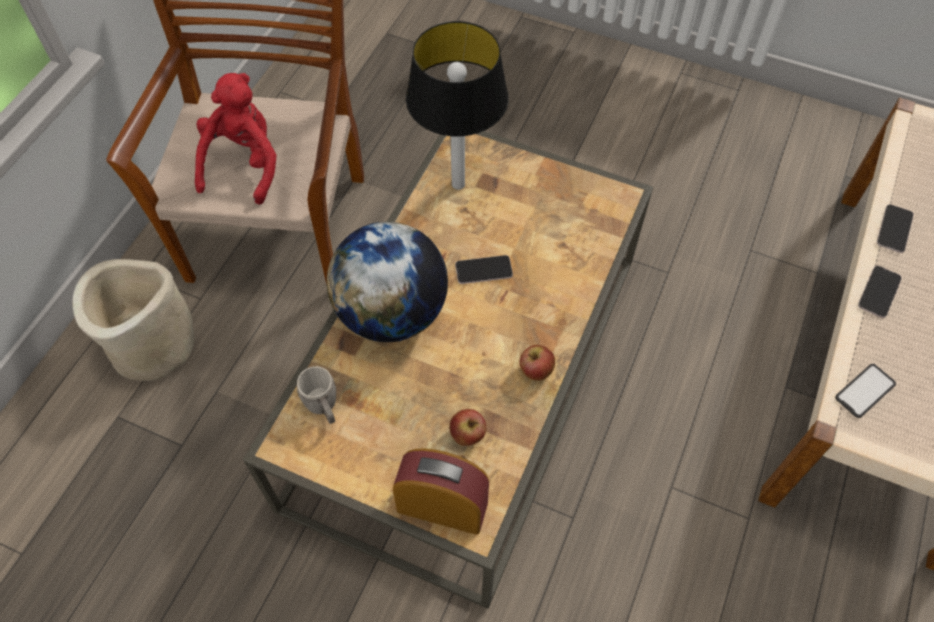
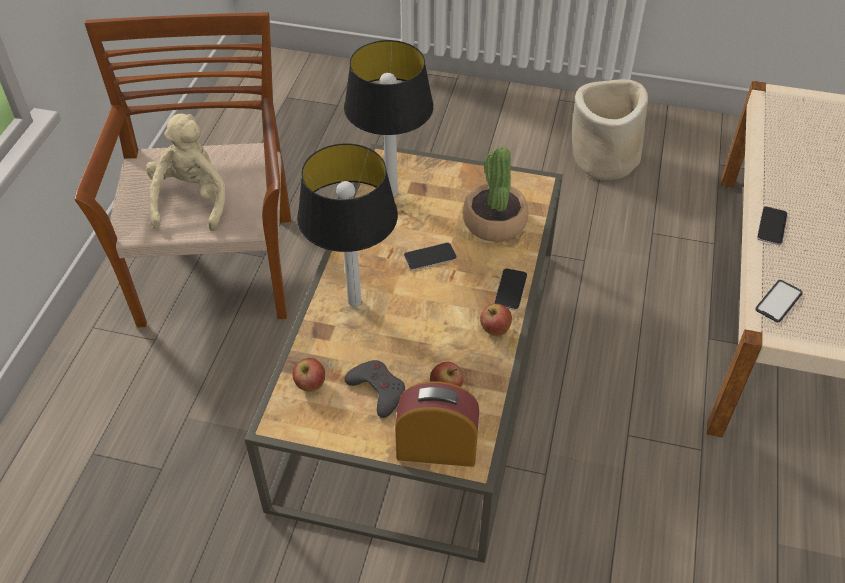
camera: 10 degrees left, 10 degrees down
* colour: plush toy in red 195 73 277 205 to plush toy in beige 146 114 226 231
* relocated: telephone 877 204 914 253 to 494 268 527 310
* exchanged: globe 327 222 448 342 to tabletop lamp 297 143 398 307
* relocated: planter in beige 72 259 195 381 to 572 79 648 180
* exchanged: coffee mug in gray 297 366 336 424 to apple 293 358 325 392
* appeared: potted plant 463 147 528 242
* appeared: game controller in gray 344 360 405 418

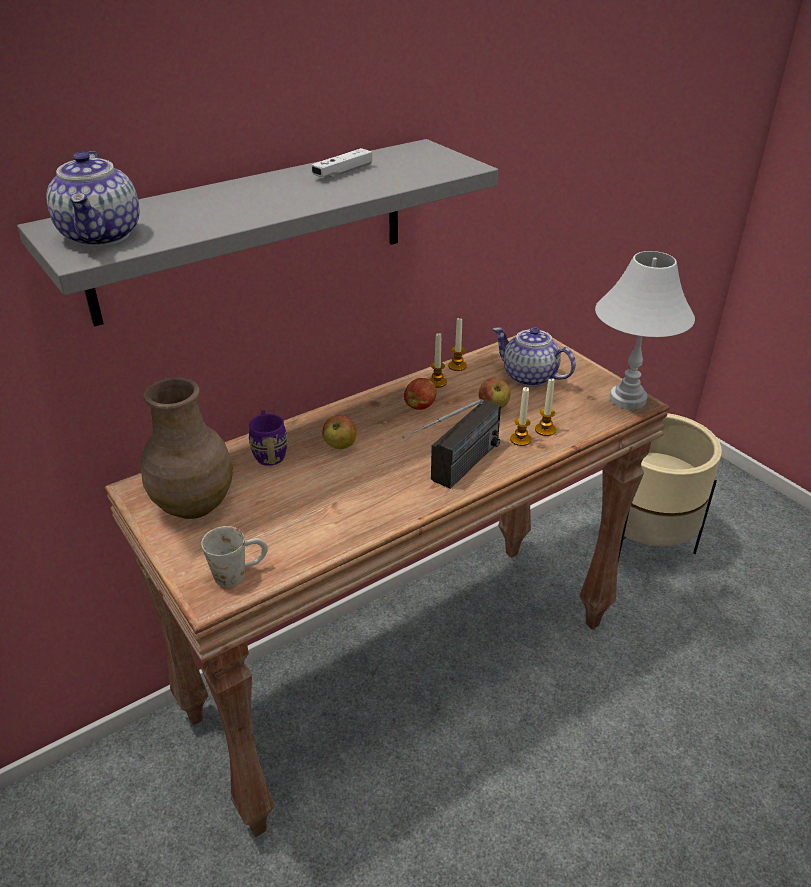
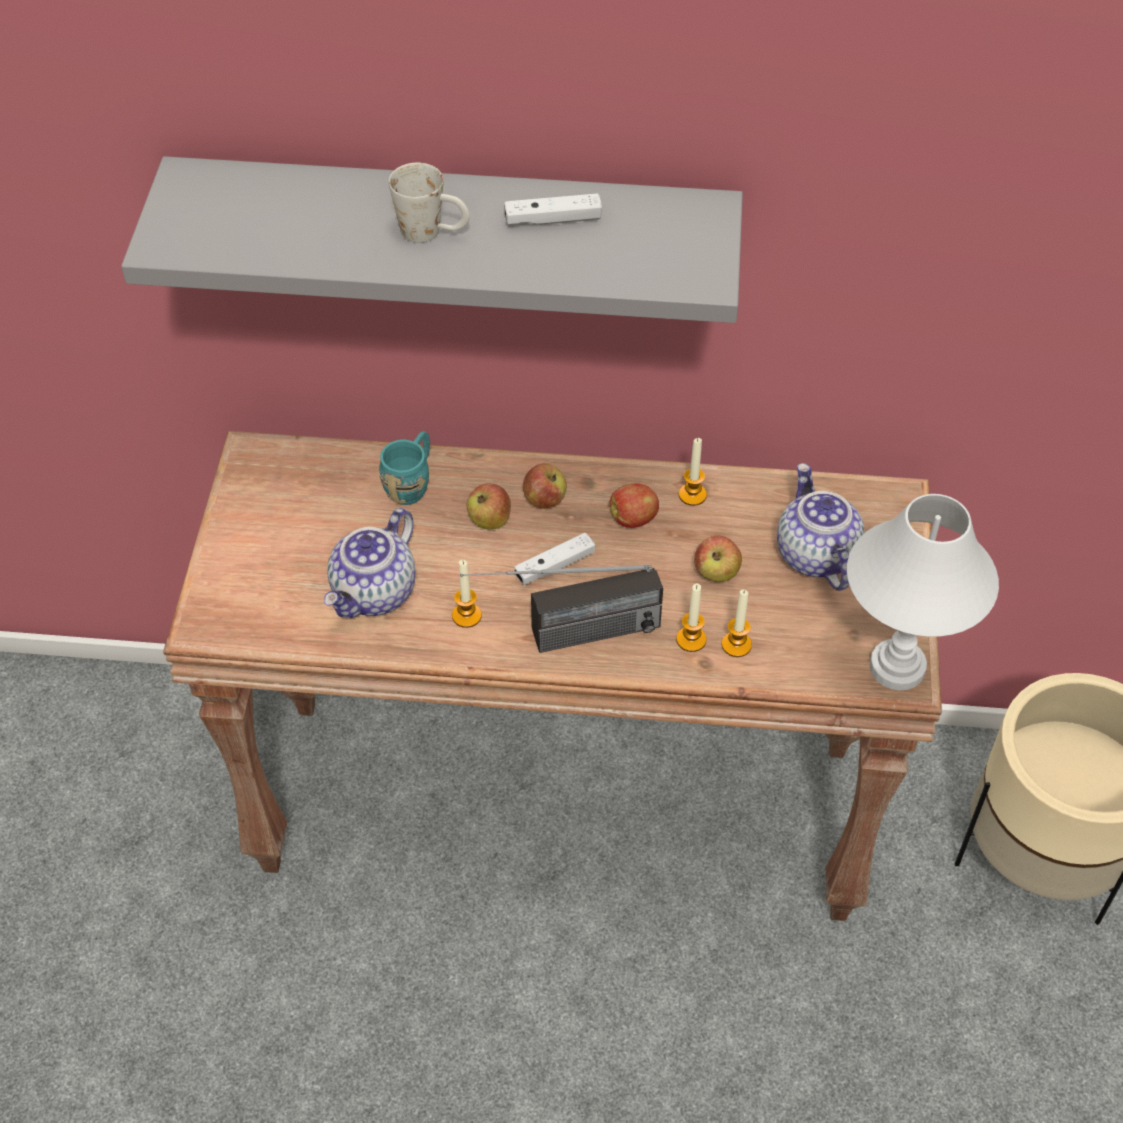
camera: 40 degrees right, 15 degrees up
* relocated: tea pot 46 151 140 246 to 324 508 416 618
* relocated: wax light 448 317 467 371 to 452 560 482 628
* missing: decorative vase in brown 141 377 233 519
* colour: coffee mug in purplish 249 410 288 466 to coffee mug in turquoise 379 431 430 505
* relocated: coffee mug in white-coloured 201 526 268 587 to 389 163 470 243
* appeared: apple 523 463 567 509
* appeared: game controller in white-coloured 514 533 595 585

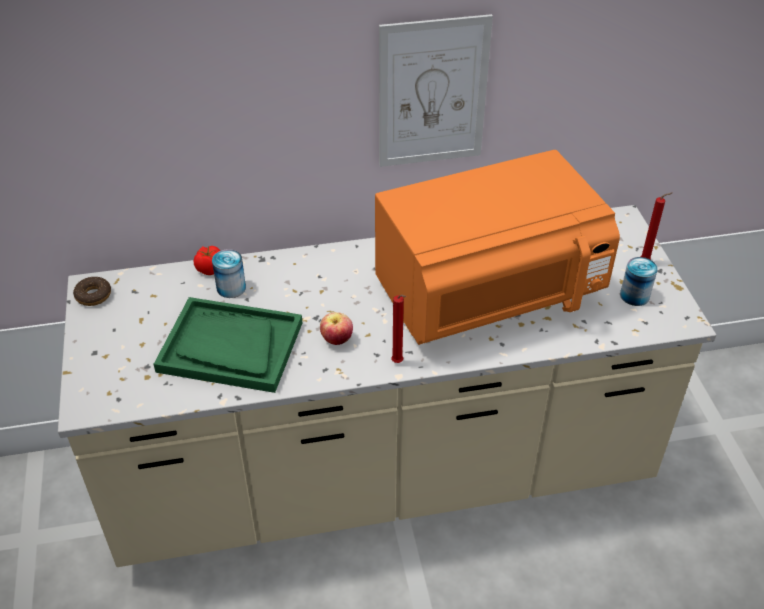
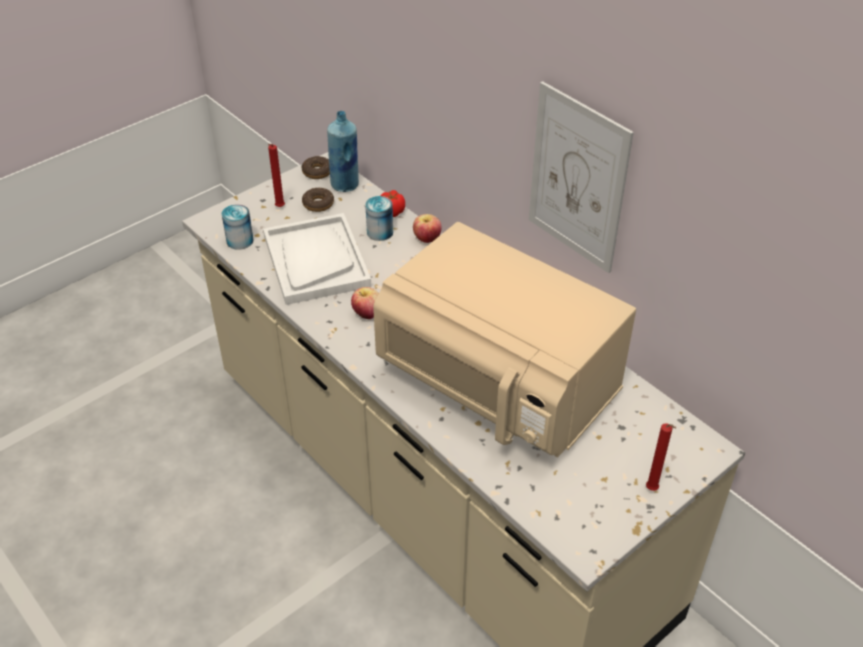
camera: 60 degrees right, 0 degrees up
* colour: microwave in orange-coloured 375 150 620 345 to microwave in beige 373 222 636 457
* relocated: can 620 257 658 306 to 222 204 254 250
* relocated: wax light in red 391 295 406 363 to 268 144 285 207
* colour: tray in greenish 153 297 302 393 to tray in white-coloured 263 213 371 305
* appeared: drink bottle in blue 327 111 359 192
* appeared: doughnut 302 188 334 212
* appeared: apple 413 214 442 243

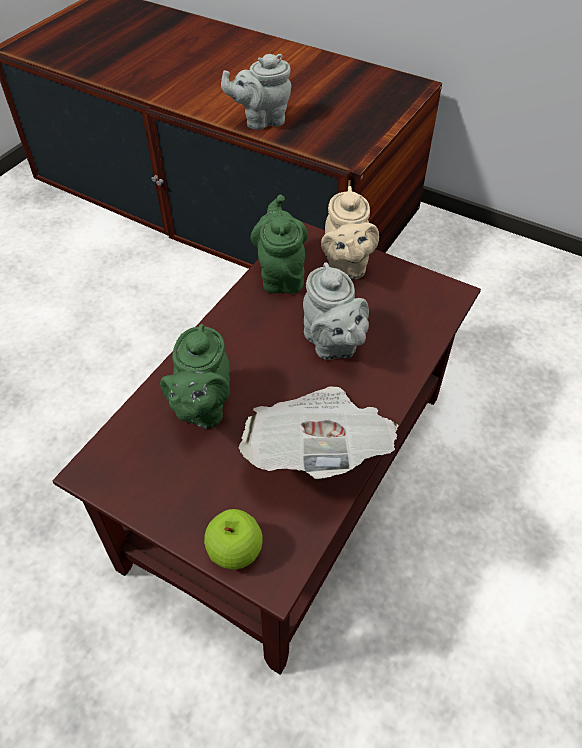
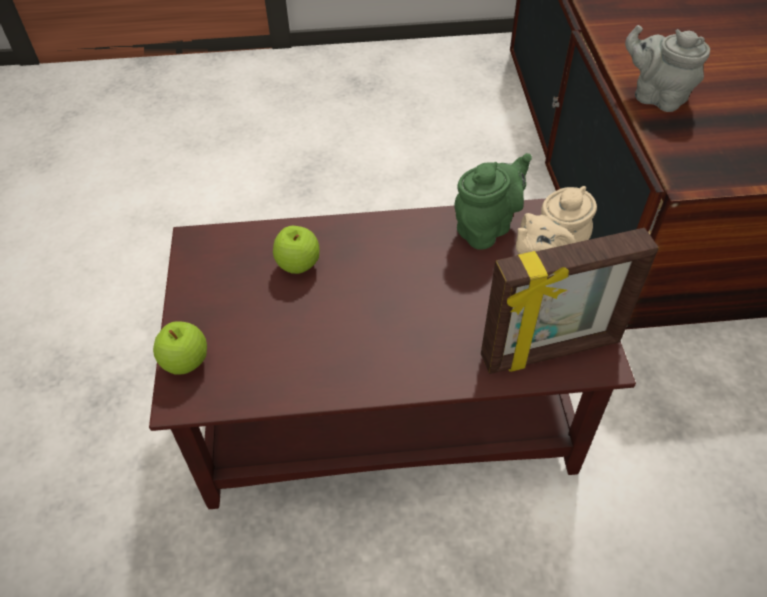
camera: 55 degrees right, 0 degrees up
* missing: tea pot in gray 303 262 369 360
* exchanged: tea pot in greenish 160 324 230 429 to apple 273 226 319 274
* missing: printed paper 239 387 398 479
* appeared: photo frame 481 228 659 374

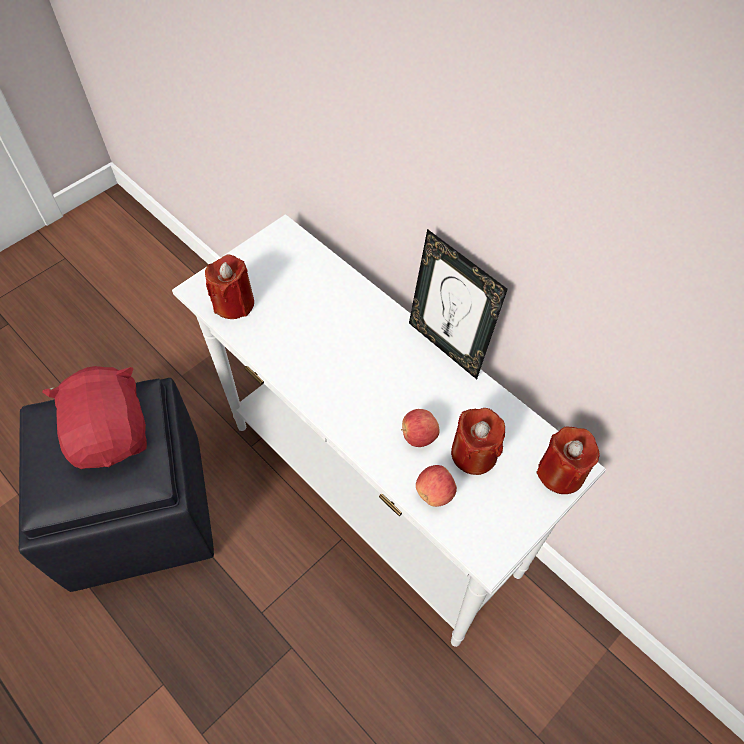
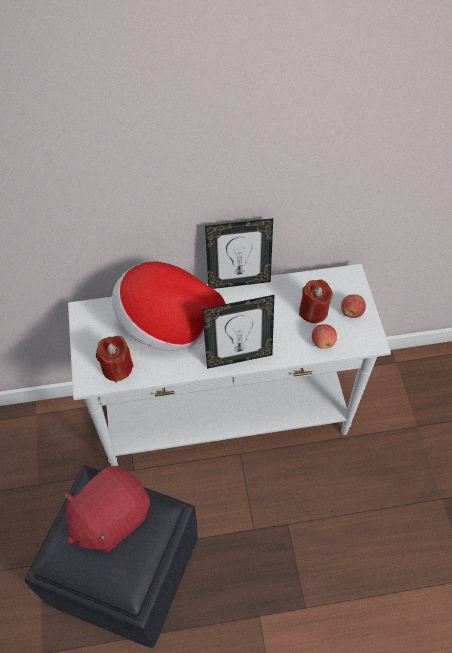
camera: 55 degrees left, 0 degrees up
* spun: plush toy in red 43 366 147 469 = 63 466 150 553 60 degrees counterclockwise
* relocated: apple 401 409 440 447 to 341 294 366 318
* missing: wax light in red 536 426 599 494
* appeared: hat 112 262 226 351
* appeared: photo frame 202 295 274 369

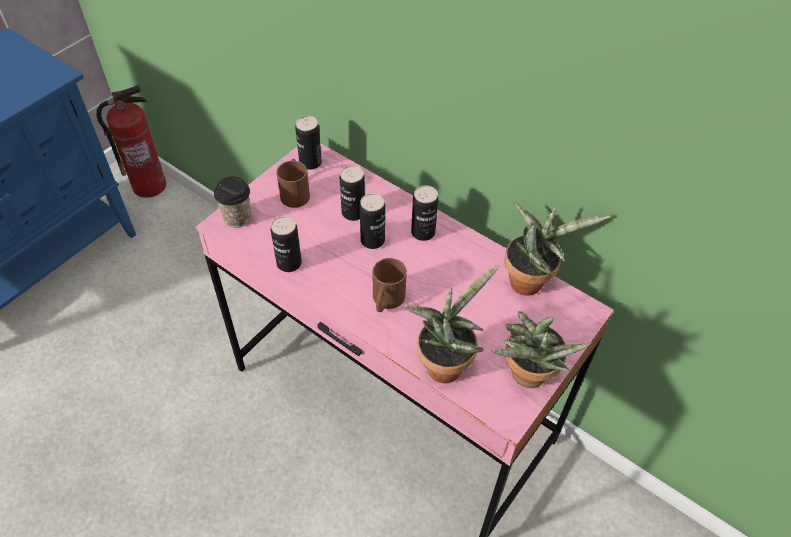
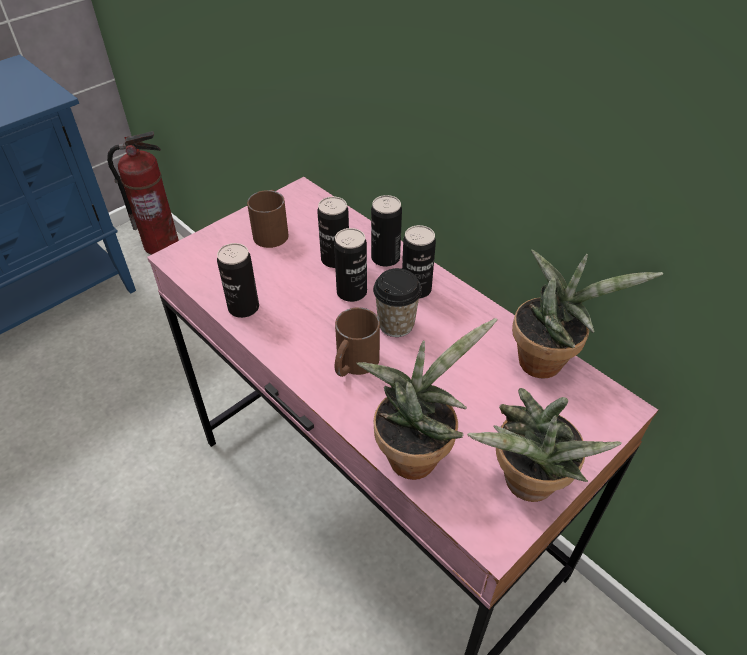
camera: 10 degrees right, 5 degrees down
* relocated: can 295 116 322 170 to 371 195 402 267
* relocated: drinking cup 214 176 251 227 to 373 268 422 337

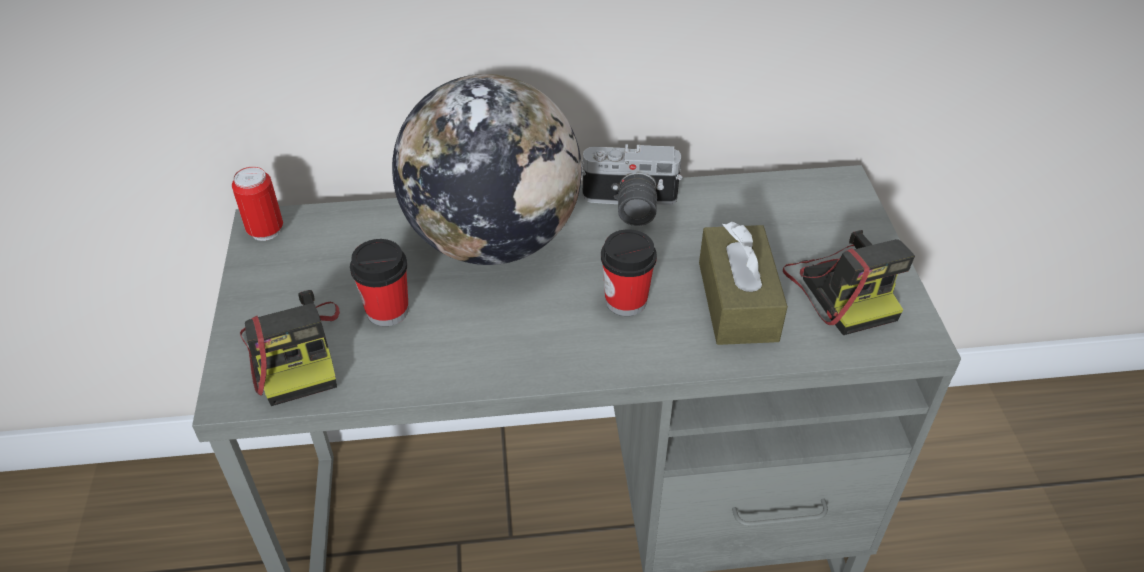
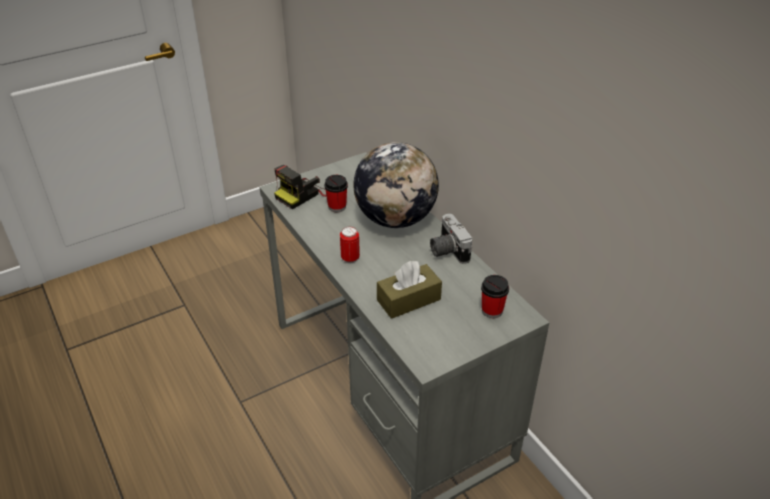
camera: 65 degrees right, 5 degrees down
* relocated: can 232 167 283 241 to 340 227 360 263
* relocated: drinking cup 601 229 657 316 to 481 275 509 318
* missing: still camera 783 230 915 335

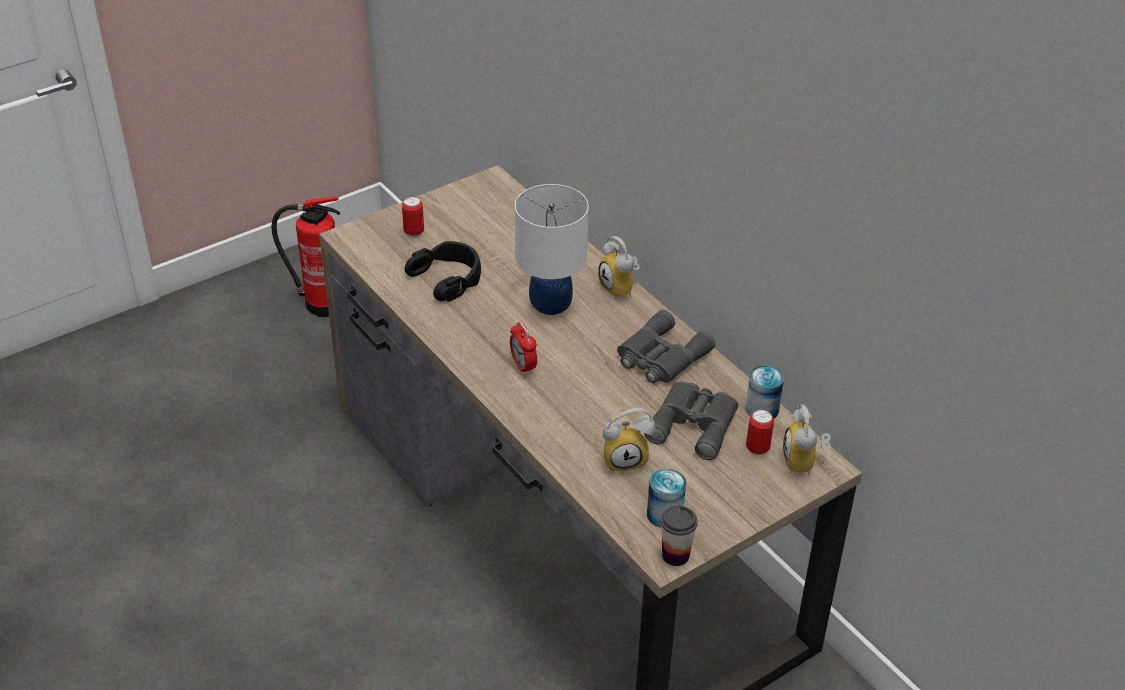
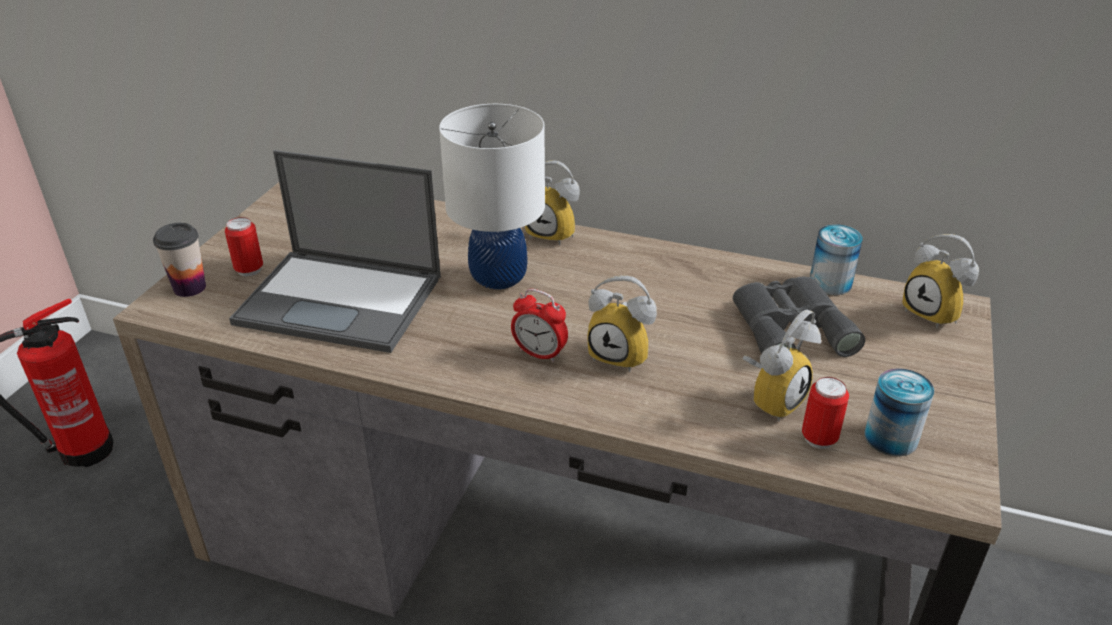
camera: 35 degrees left, 5 degrees down
* exchanged: pair of headphones in blackish 405 241 481 302 to notebook computer 229 150 441 353
* missing: field glasses in gray 617 309 715 384
* relocated: can 746 410 774 456 to 802 377 849 449
* relocated: drinking cup 660 505 698 566 to 153 223 206 297
* appeared: bedside clock 587 275 657 372

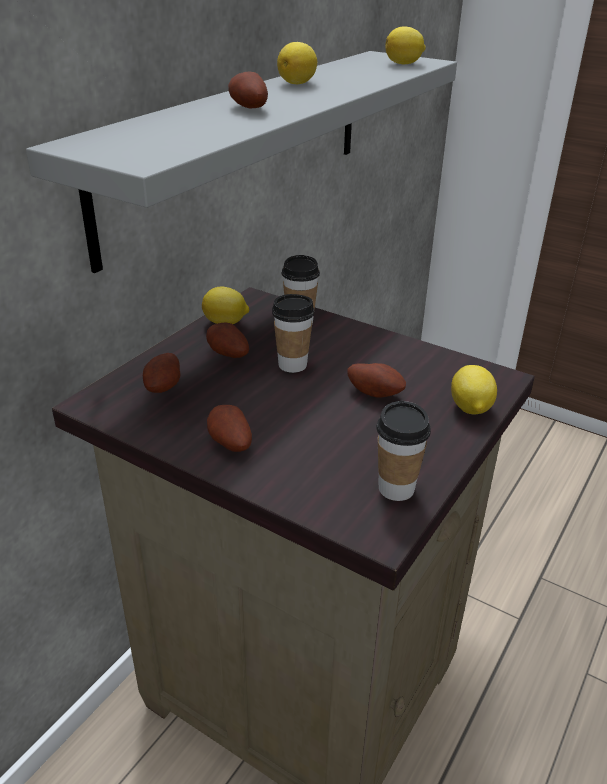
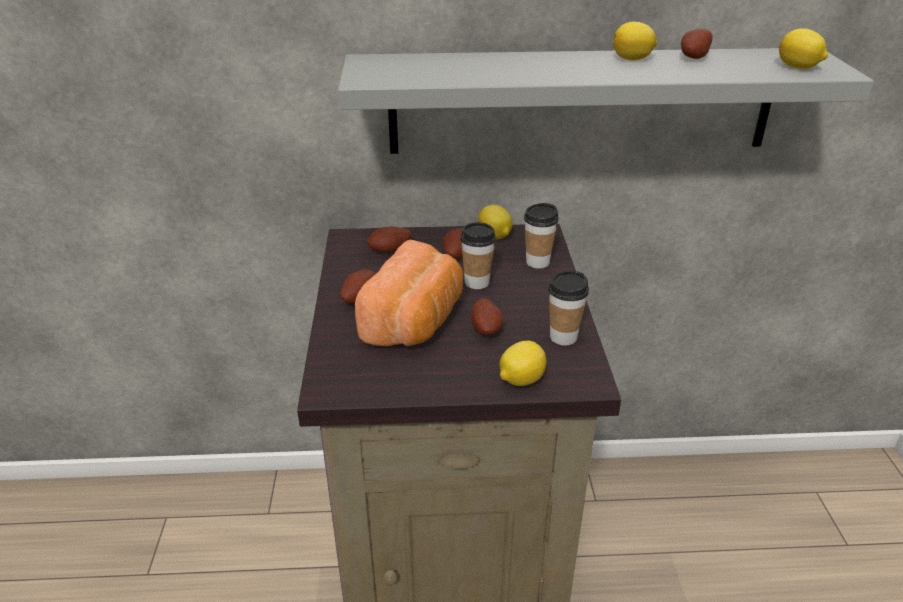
camera: 55 degrees right, 0 degrees up
* relocated: potato 228 71 268 108 to 681 29 713 59
* relocated: drinking cup 376 401 431 501 to 548 270 589 346
* appeared: baked bread 355 240 463 346

